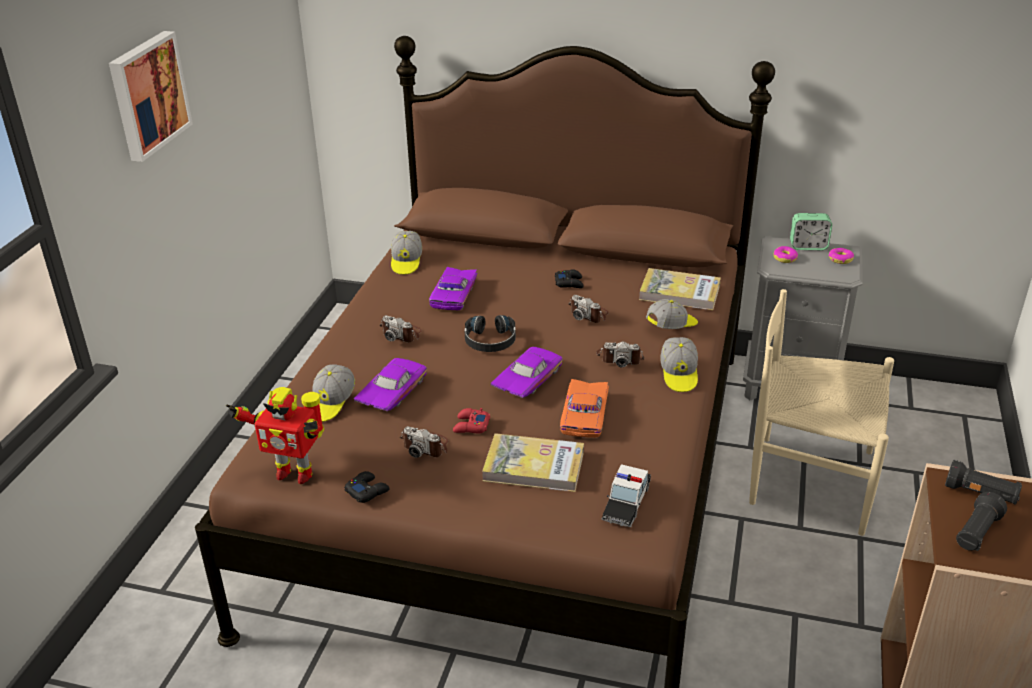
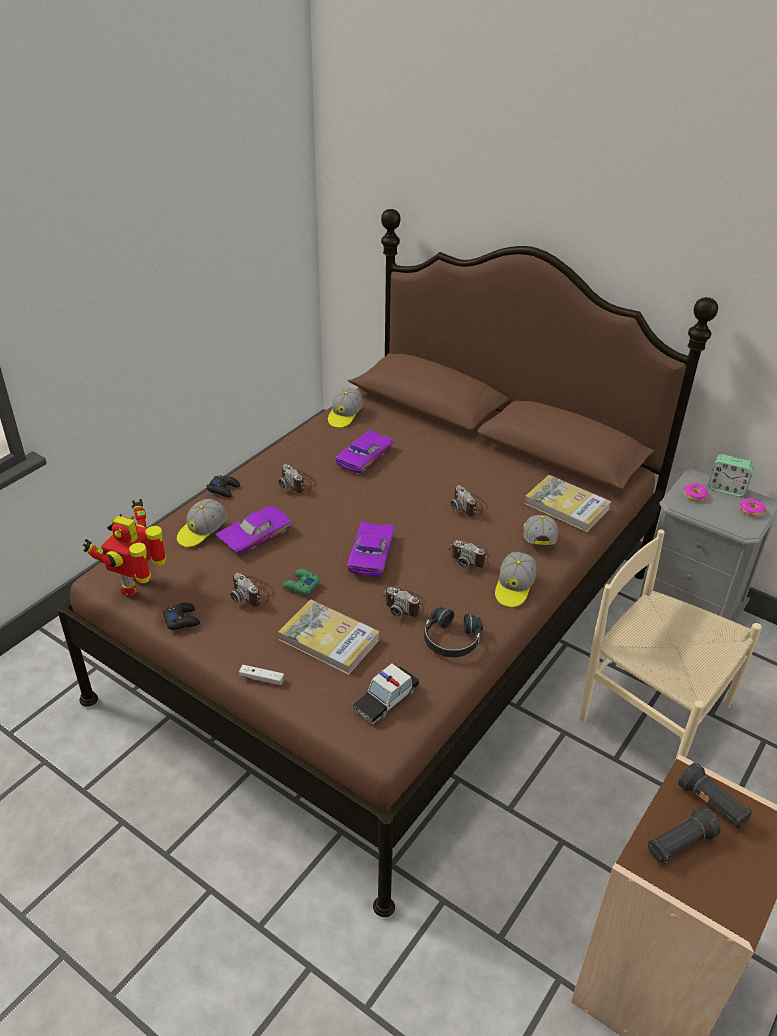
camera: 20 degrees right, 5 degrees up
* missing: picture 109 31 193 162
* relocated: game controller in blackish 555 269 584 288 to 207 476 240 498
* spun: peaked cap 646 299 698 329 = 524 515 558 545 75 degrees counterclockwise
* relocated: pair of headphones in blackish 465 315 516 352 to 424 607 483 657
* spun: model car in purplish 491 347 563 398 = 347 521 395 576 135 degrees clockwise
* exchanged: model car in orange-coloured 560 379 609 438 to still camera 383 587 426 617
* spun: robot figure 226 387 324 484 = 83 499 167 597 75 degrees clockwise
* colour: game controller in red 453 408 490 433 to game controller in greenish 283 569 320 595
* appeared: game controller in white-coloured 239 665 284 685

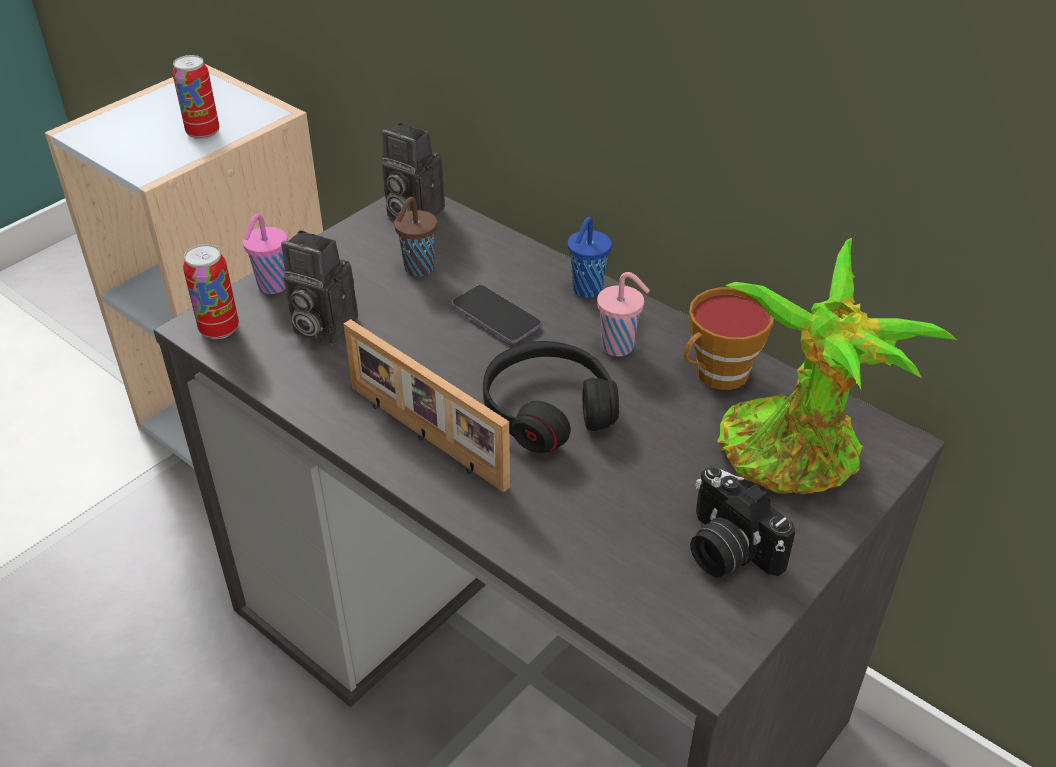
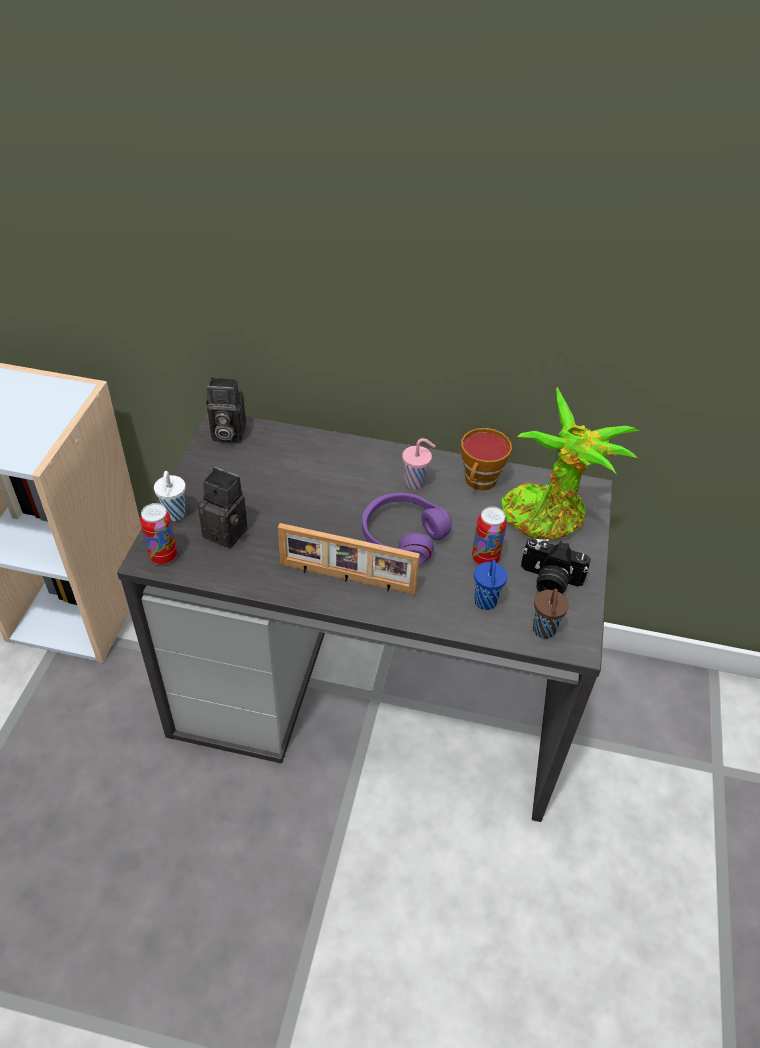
camera: 30 degrees left, 5 degrees up
* relocated: can 172 55 219 140 to 472 506 507 565
* relocated: drinking cup in brown 394 197 438 277 to 533 589 569 639
* colour: drinking cup in pinkish 243 214 288 294 to drinking cup in white-coloured 154 471 186 521
* relocated: drinking cup in blue 568 217 612 298 to 474 560 508 610
* spun: still camera 281 230 358 345 = 198 466 247 548 150 degrees counterclockwise
* missing: telephone 452 285 541 344
* colour: pair of headphones in blackish 483 341 619 453 to pair of headphones in purplish 362 493 452 564

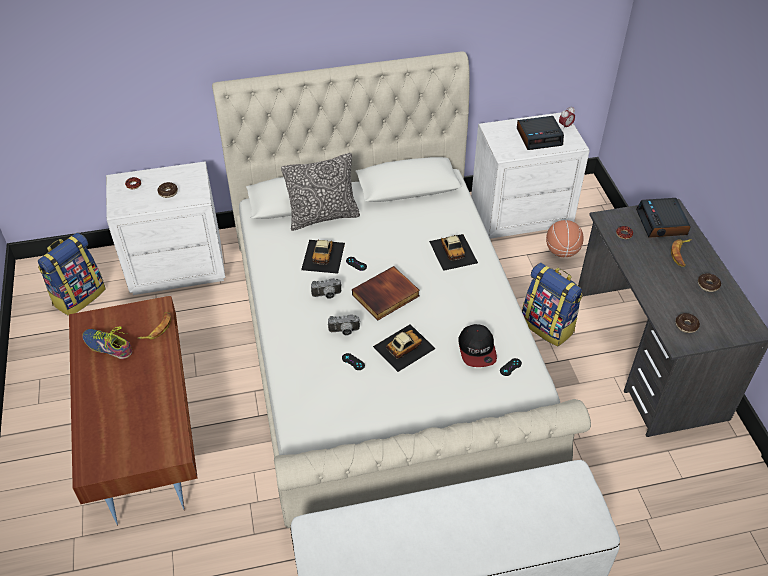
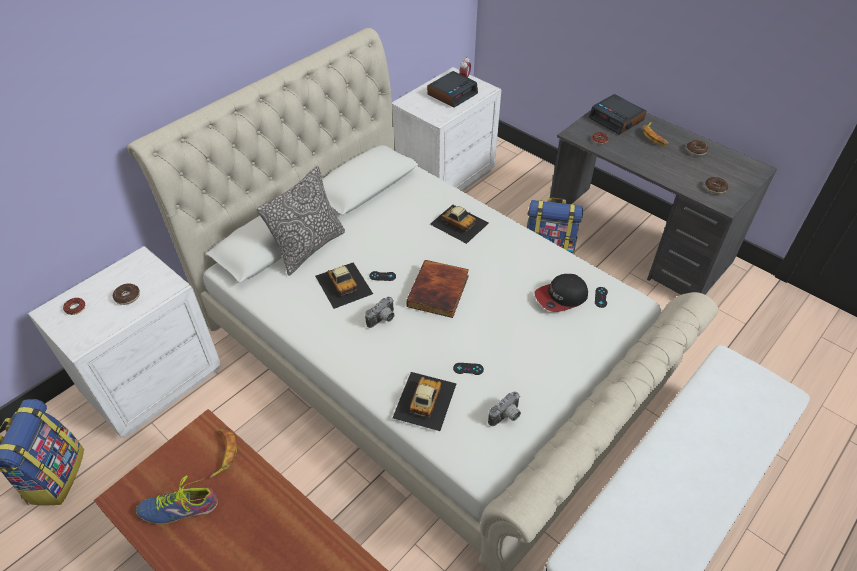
camera: 35 degrees left, 0 degrees up
* missing: basketball 546 220 584 257
* relocated: still camera 328 314 360 336 to 488 392 521 426
* relocated: model car 373 324 436 372 to 392 372 456 431
* spun: peaked cap 458 324 497 367 = 534 274 588 312 105 degrees clockwise

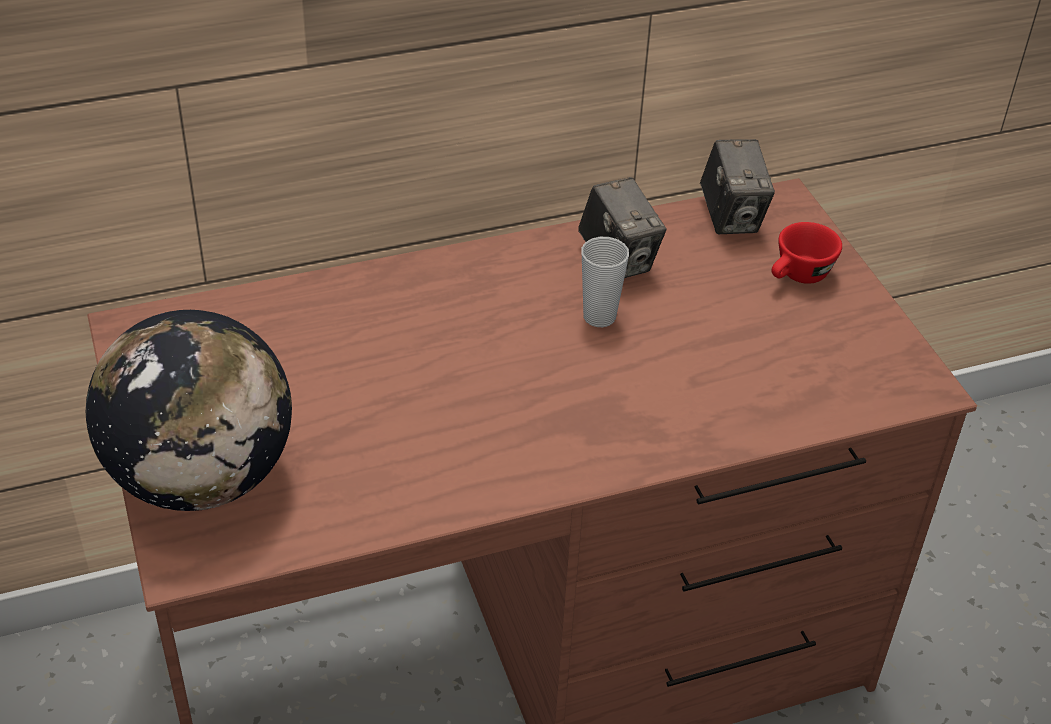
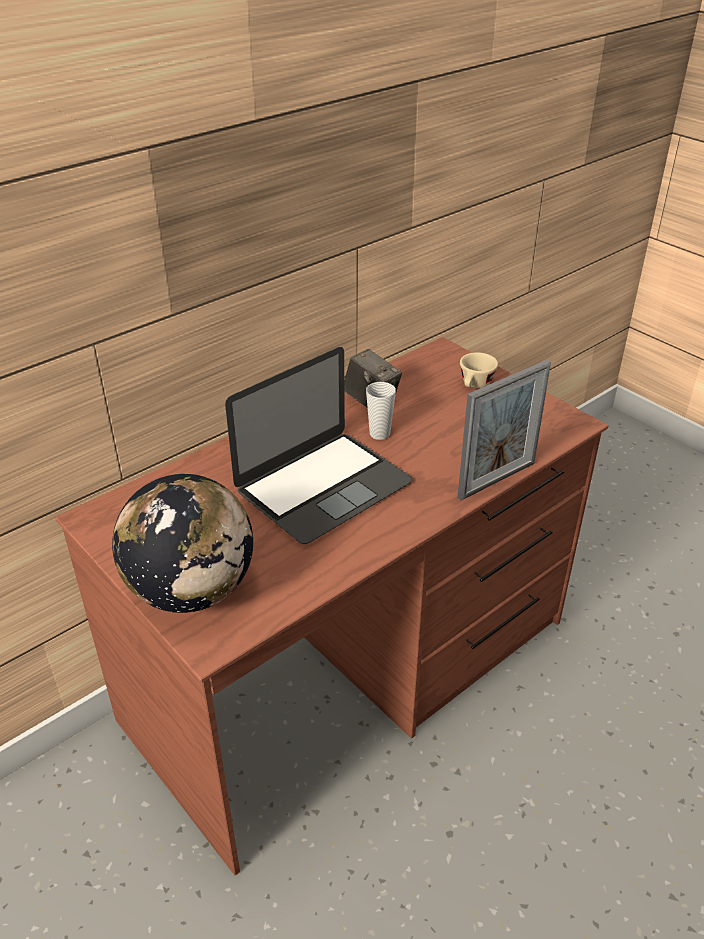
camera: 20 degrees left, 5 degrees down
* missing: still camera 700 139 775 234
* colour: drinking cup in red 772 222 842 284 to drinking cup in beige 460 352 498 388
* appeared: notebook computer 225 347 412 544
* appeared: photo frame 457 360 551 500

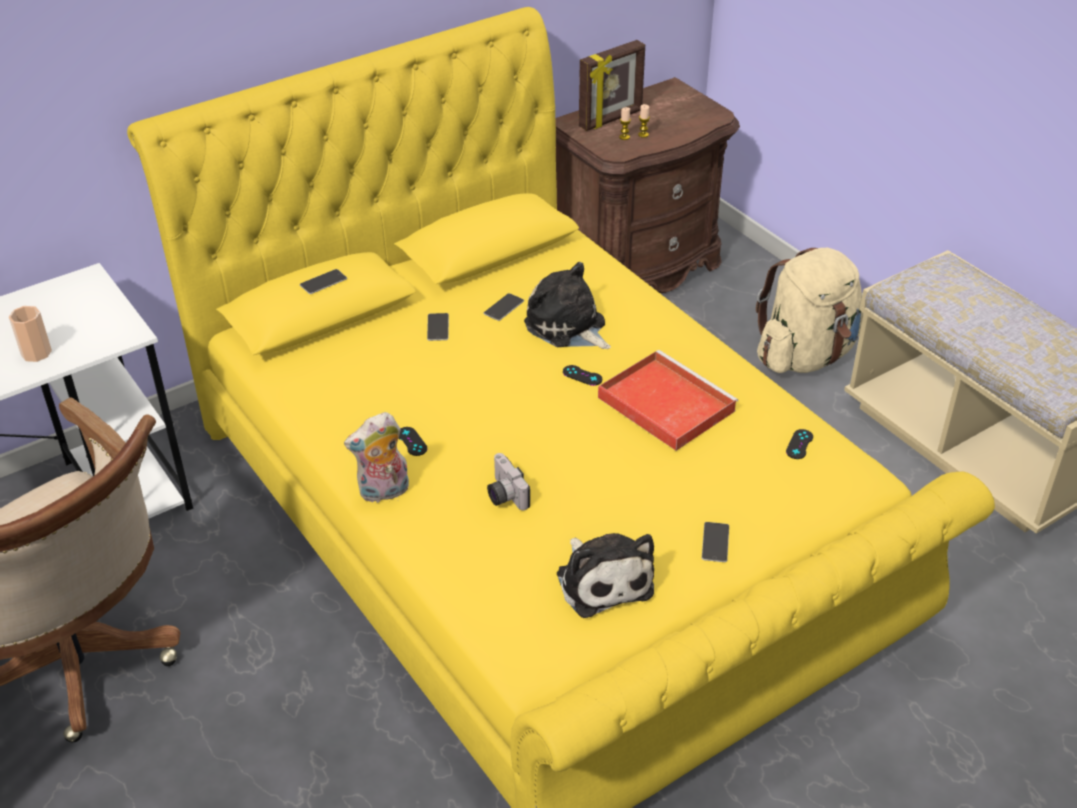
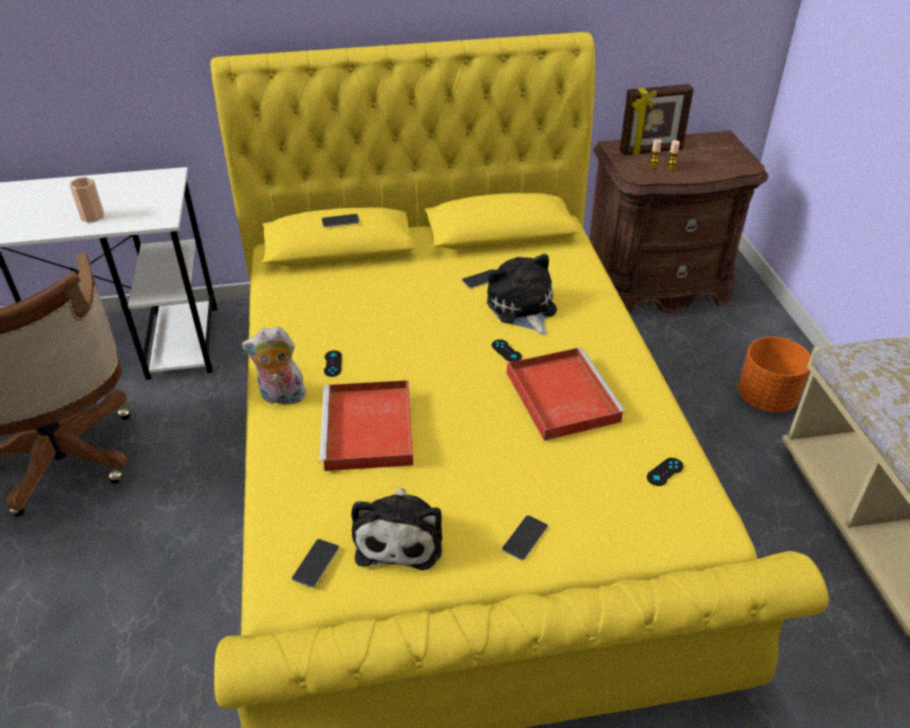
camera: 25 degrees right, 0 degrees up
* exchanged: backpack in beige 756 248 864 373 to planter in orange-coloured 738 337 811 412
* relocated: telephone 427 313 449 341 to 292 539 339 588
* exchanged: still camera 487 453 530 510 to tray in red 319 380 413 471

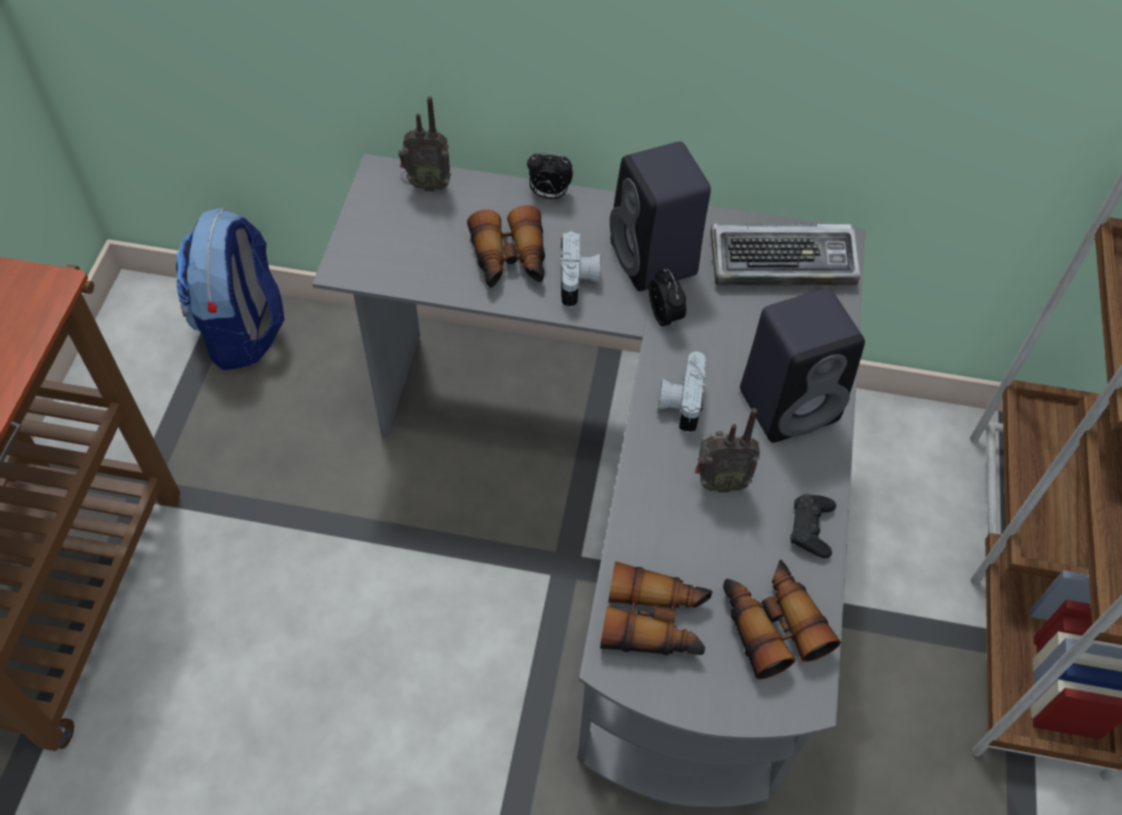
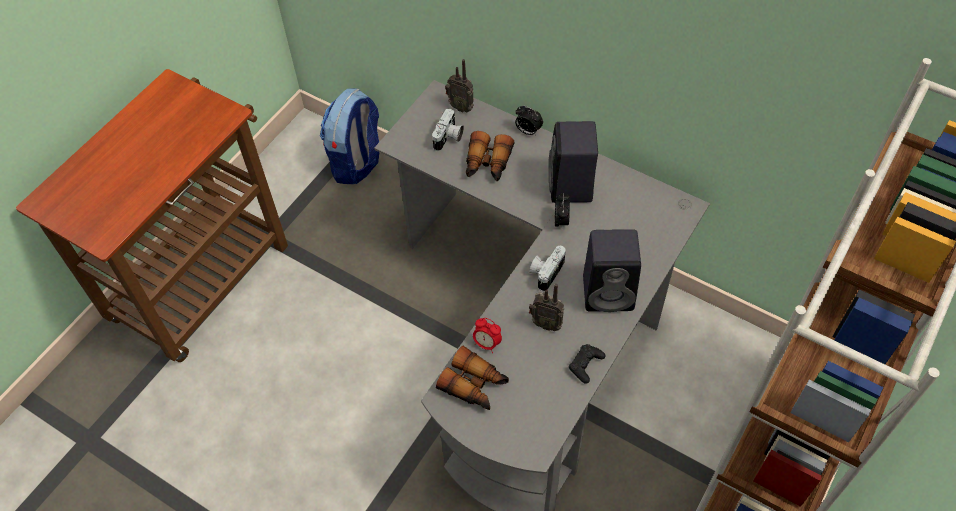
camera: 25 degrees right, 0 degrees up
* missing: computer keyboard 710 224 860 286
* relocated: still camera 560 231 600 308 to 432 109 464 151
* missing: field glasses 723 560 841 679
* appeared: bedside clock 473 318 502 353

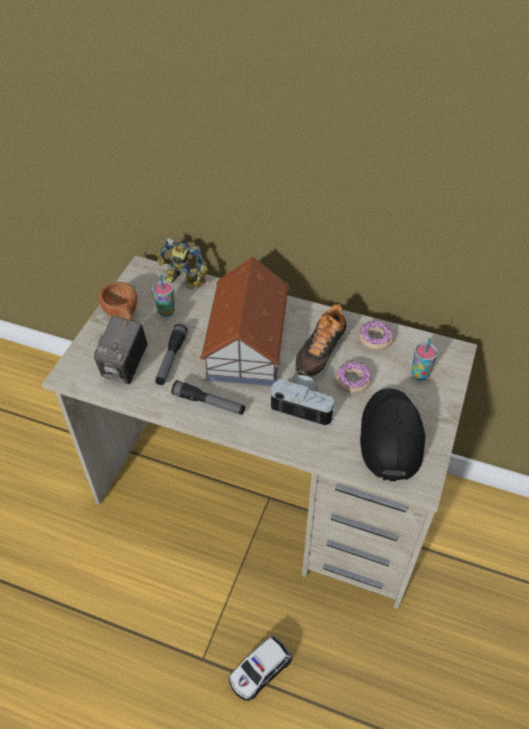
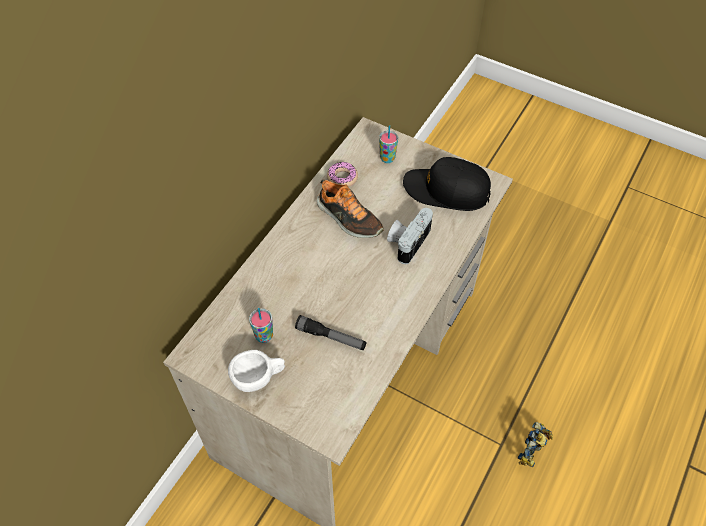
camera: 80 degrees left, 5 degrees up
* relocated: robot figure 156 237 208 289 to 518 422 553 467
* missing: toy house 200 257 290 386
* colour: drinking cup in brown 99 282 138 321 to drinking cup in white-coloured 228 350 285 392
* missing: still camera 94 316 148 384
* missing: doughnut 335 362 372 393
* missing: flashlight 171 380 245 415
* missing: model car 229 636 292 701

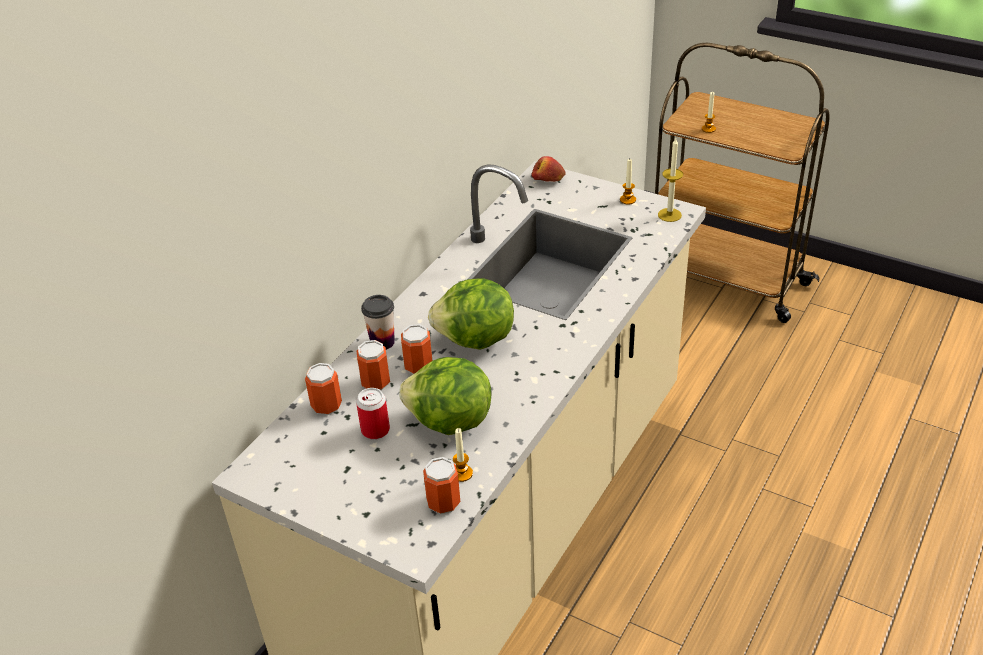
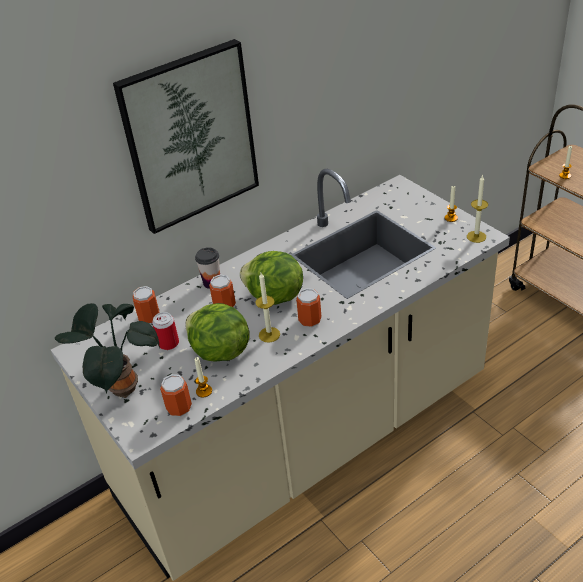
camera: 25 degrees right, 0 degrees up
* missing: apple 531 156 565 182
* relocated: can 357 340 390 390 to 296 288 321 327
* appeared: picture 113 39 259 234
* appeared: wax light 255 273 280 343
* appeared: potted plant 55 303 160 398

